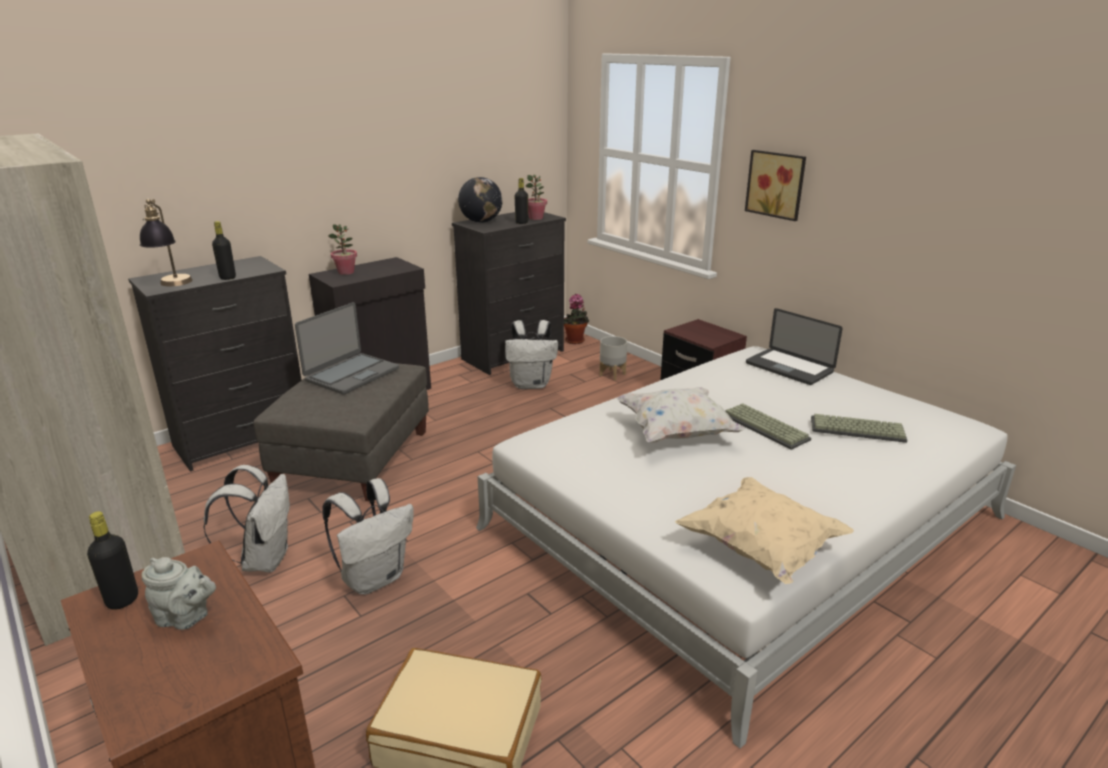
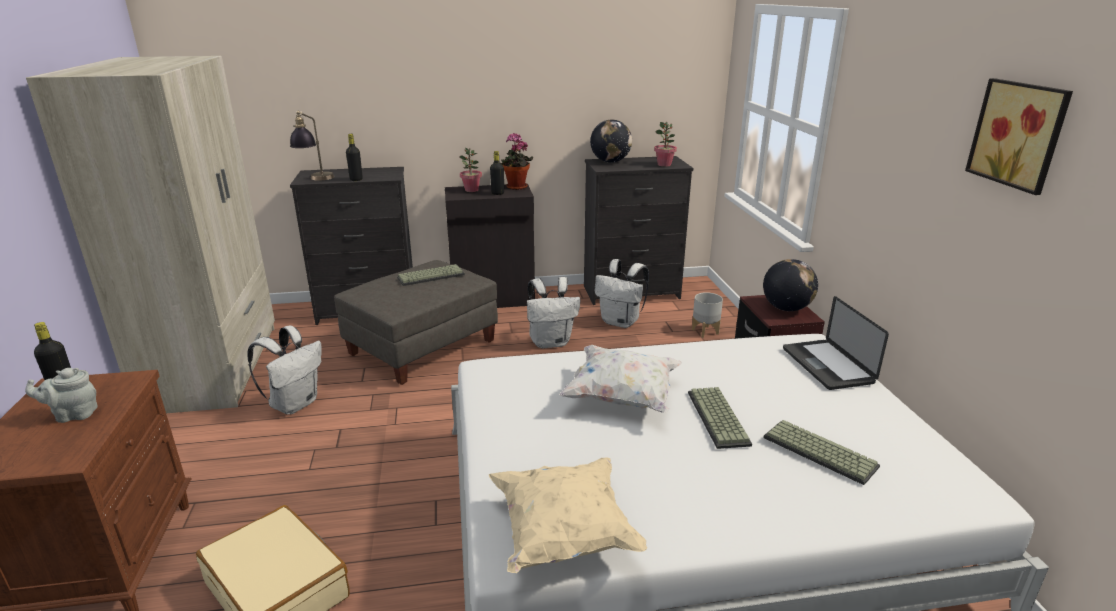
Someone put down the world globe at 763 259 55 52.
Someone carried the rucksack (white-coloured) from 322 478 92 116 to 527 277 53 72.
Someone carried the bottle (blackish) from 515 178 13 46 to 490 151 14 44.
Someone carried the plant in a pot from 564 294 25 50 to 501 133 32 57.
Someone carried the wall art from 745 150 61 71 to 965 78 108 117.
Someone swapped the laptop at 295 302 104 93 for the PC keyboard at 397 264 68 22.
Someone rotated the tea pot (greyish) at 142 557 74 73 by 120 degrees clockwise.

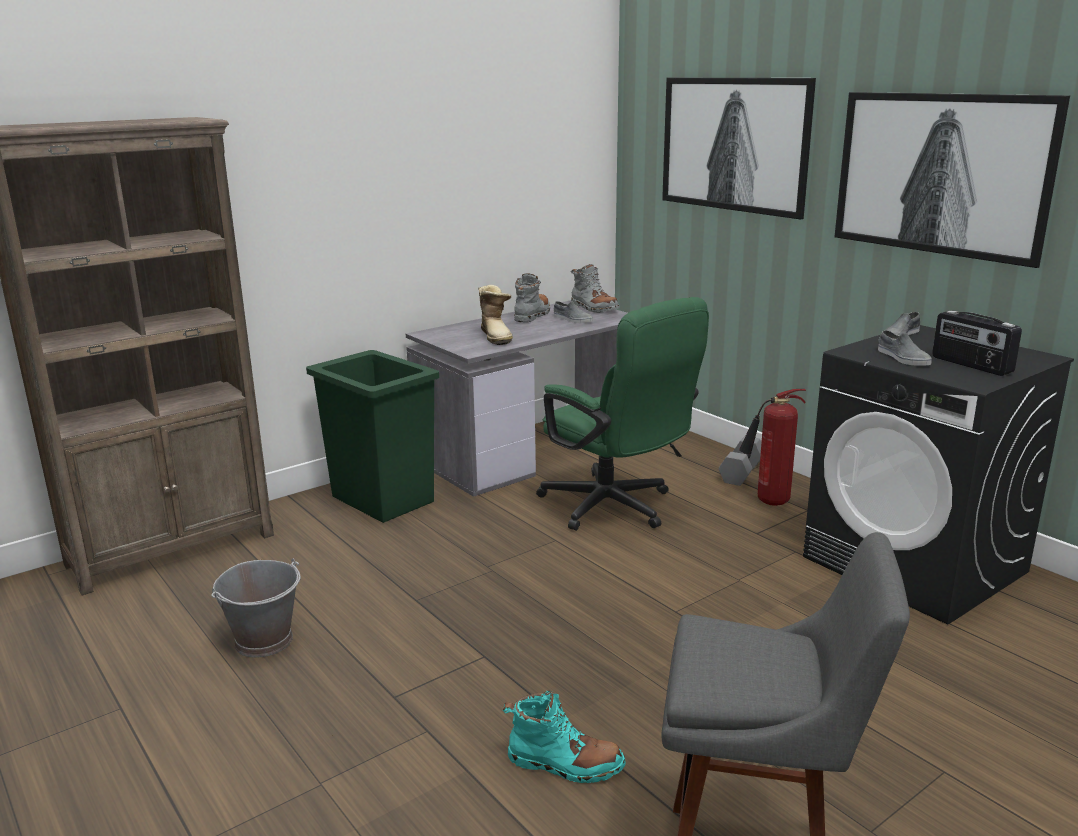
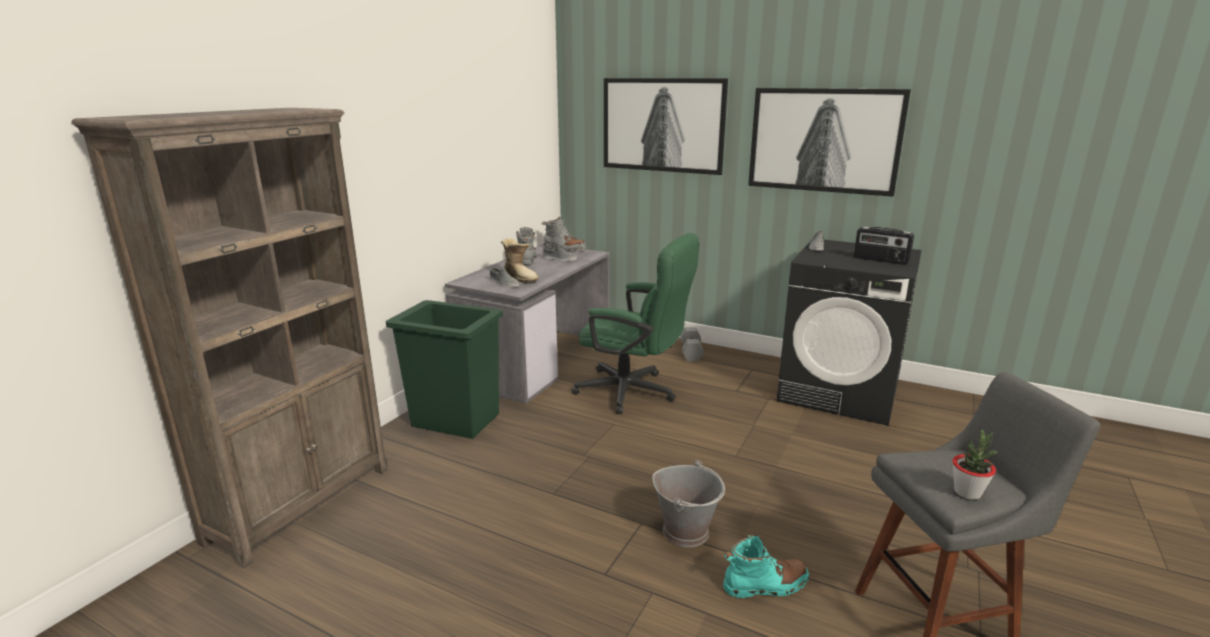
Someone took away the extinguisher at 739 389 67 117.
Someone put down the plant in a pot at 953 430 46 70.
Someone carried the water bucket (greyish) from 211 558 90 100 to 652 460 73 87.
Someone carried the shoe (greyish) from 878 330 54 36 to 489 267 30 21.

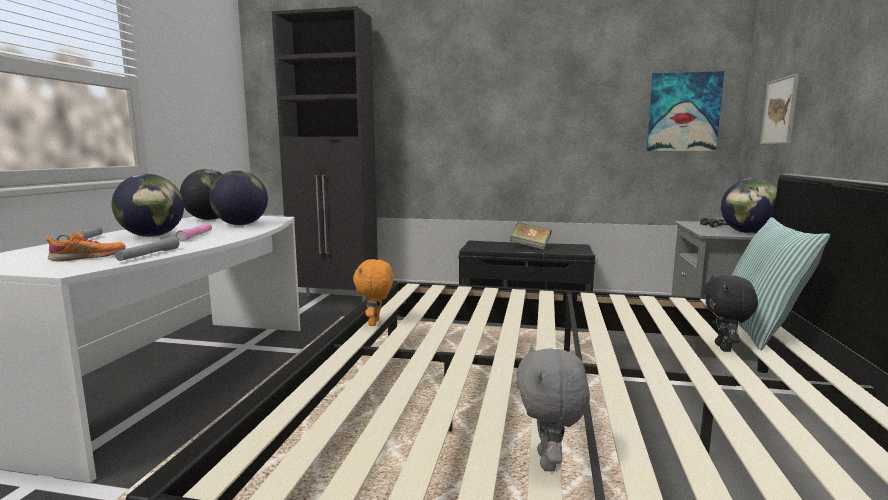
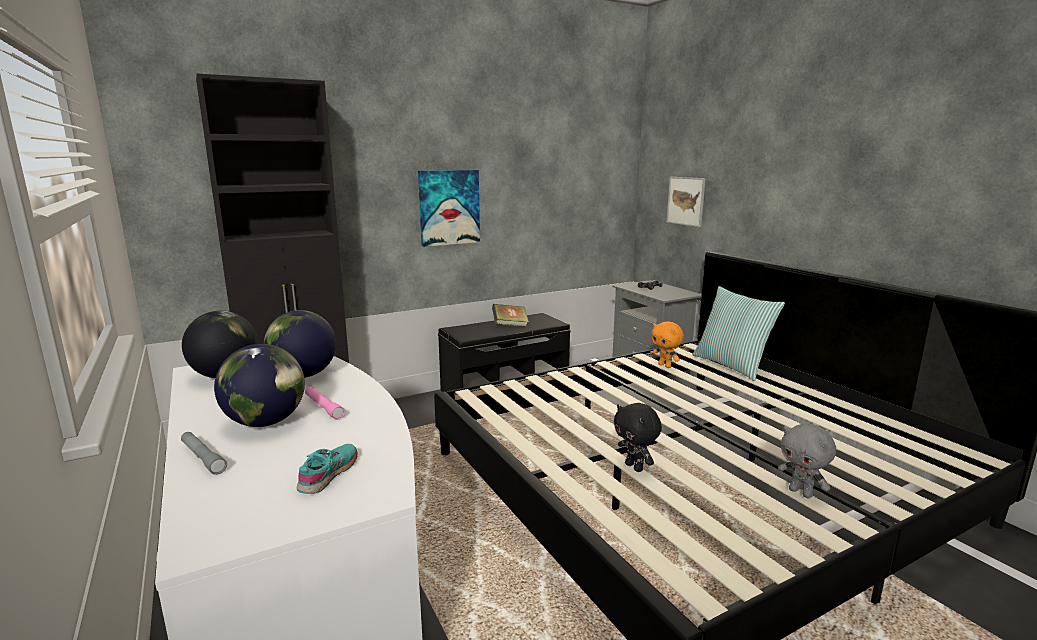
Someone took away the torch (greyish) at 115 237 64 24.
Someone took away the world globe at 721 178 56 56.
Someone carried the cuddly toy (orangey) from 353 259 41 67 to 651 321 33 47.
Someone carried the wall art from 647 71 77 80 to 418 170 62 77.
Someone carried the cuddly toy (blackish) from 703 275 55 77 to 614 403 48 69.
Someone repainted the shoe (orangey) at 46 232 80 30, which became the shoe (blue-green) at 297 444 61 50.

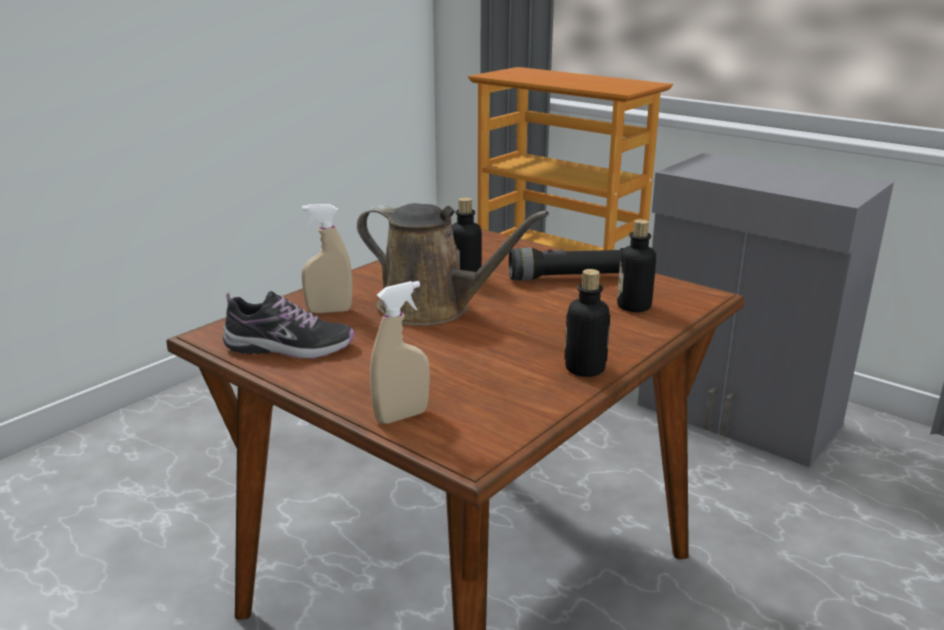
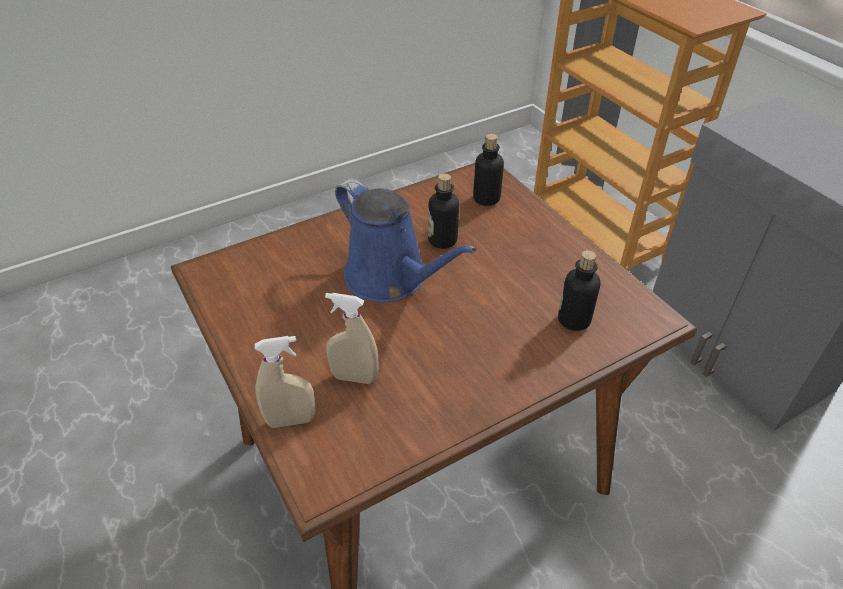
Someone took away the shoe at 223 291 131 68.
Someone took away the torch (blackish) at 509 247 115 34.
Someone carried the spray bottle (beige-coloured) from 301 204 52 109 to 325 293 53 91.
Someone carried the bottle from 564 269 46 108 to 473 134 31 72.
Someone repainted the watering can (brown-coloured) at 357 203 192 123, which became the watering can (blue) at 335 179 141 123.

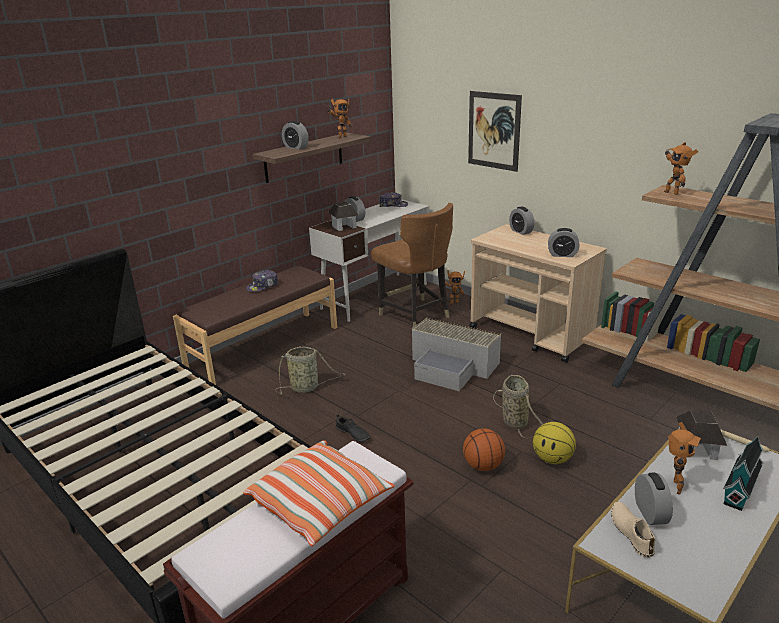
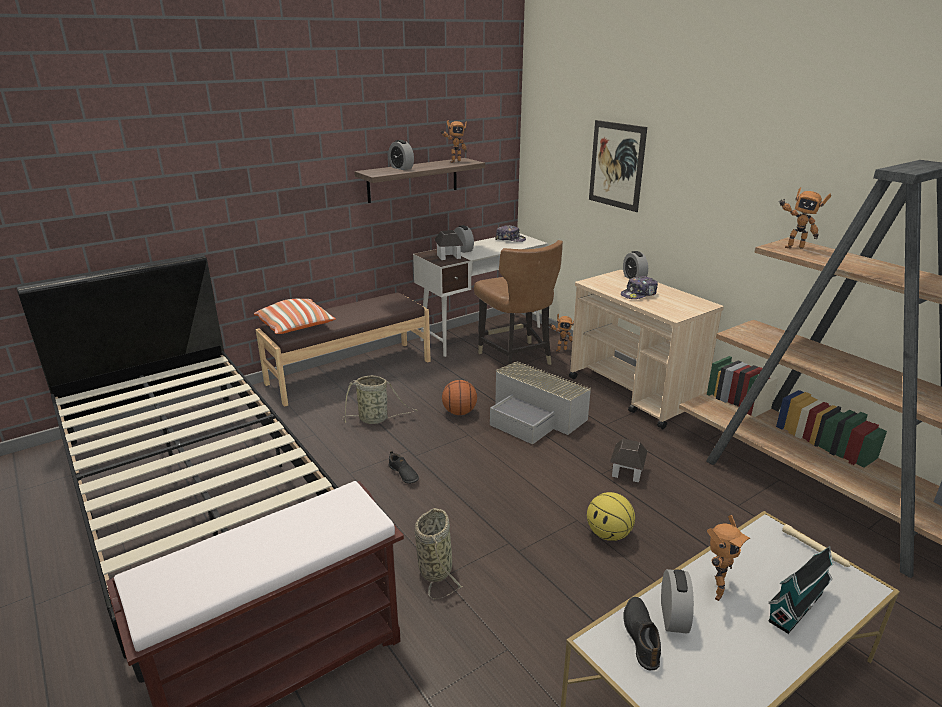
Someone took away the alarm clock at 548 228 31 29.
Someone carried the cushion from 243 440 152 106 to 254 299 82 35.
Someone carried the cap from 246 270 32 22 to 621 276 37 23.
Someone carried the ball for basketball from 463 428 42 43 to 442 380 35 35.
Someone carried the storage basket from 493 375 50 64 to 415 508 48 92.
Someone carried the miniature house from 676 410 51 50 to 610 439 37 43.
Someone repainted the shoe (beige-coloured) at 611 502 44 56, which became the shoe (blackish) at 623 597 38 73.
Someone rotated the toy robot at 664 142 34 53 by 60 degrees counterclockwise.

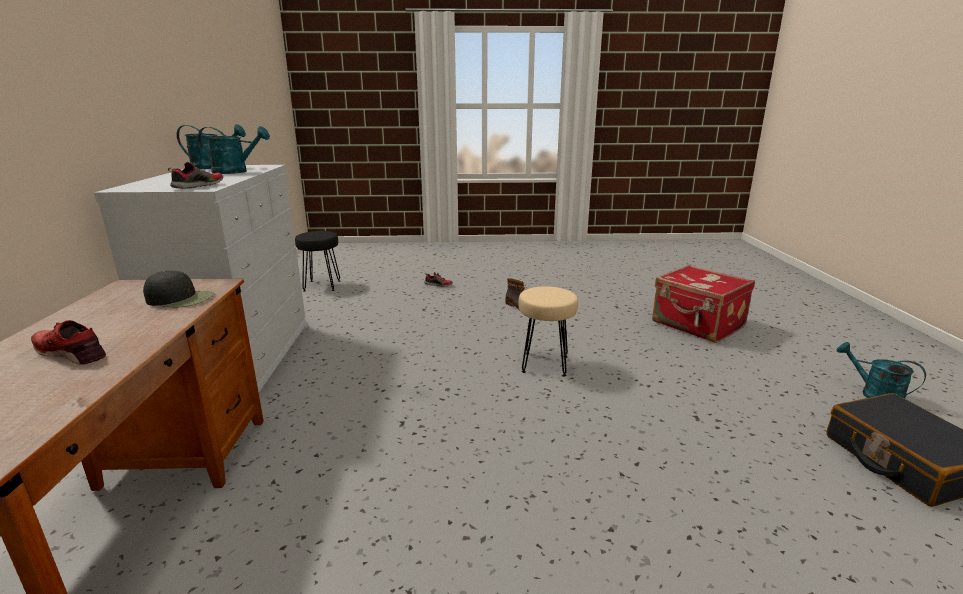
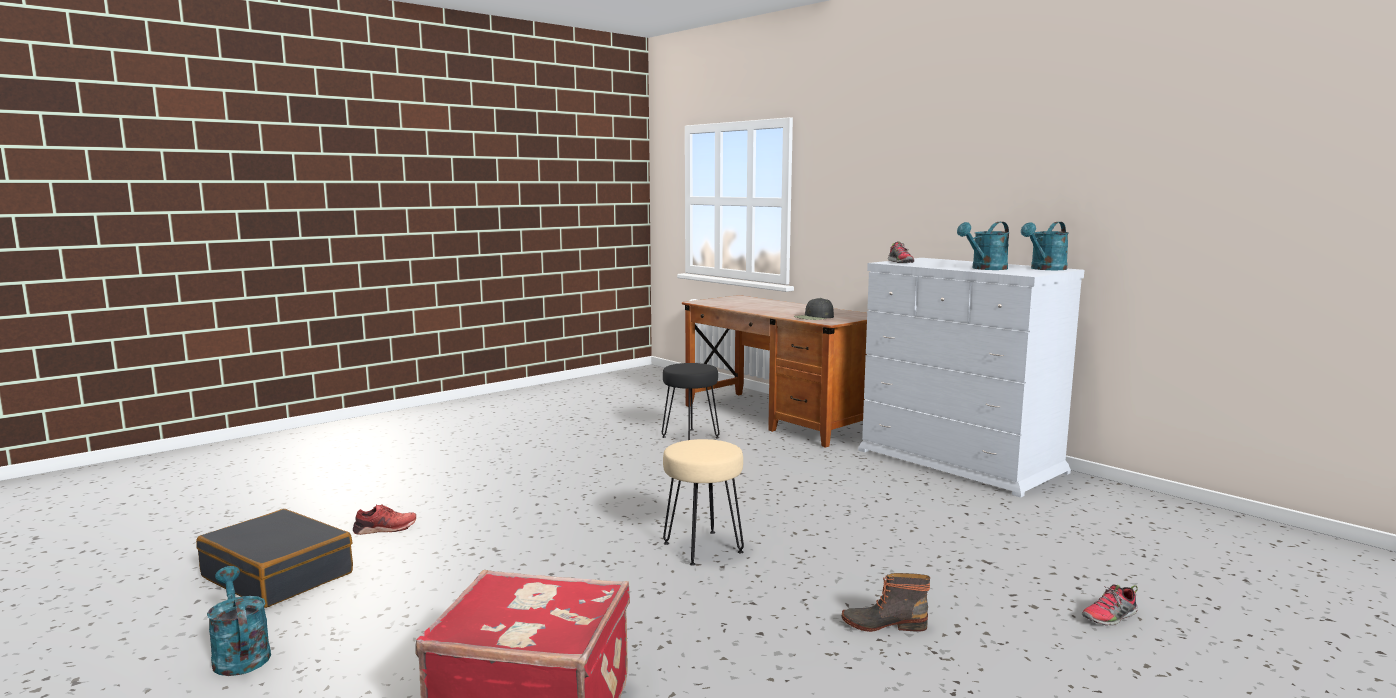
Someone carried the shoe (reddish) from 31 320 75 45 to 353 505 63 30.
Someone carried the stool (blackish) from 295 231 45 60 to 662 363 58 77.
Someone rotated the watering can (blue-green) at 837 342 89 57 by 135 degrees counterclockwise.

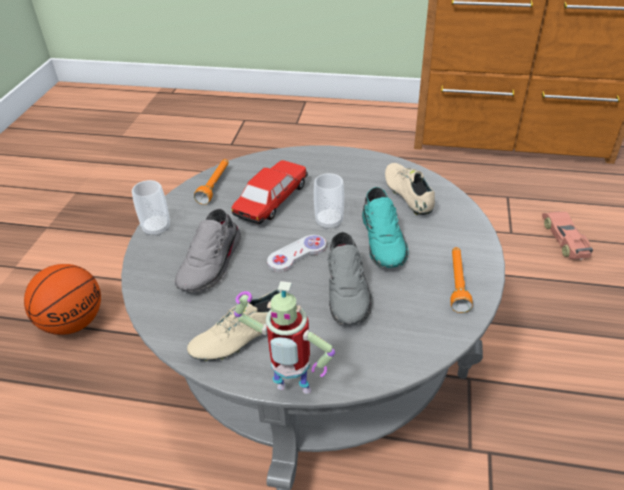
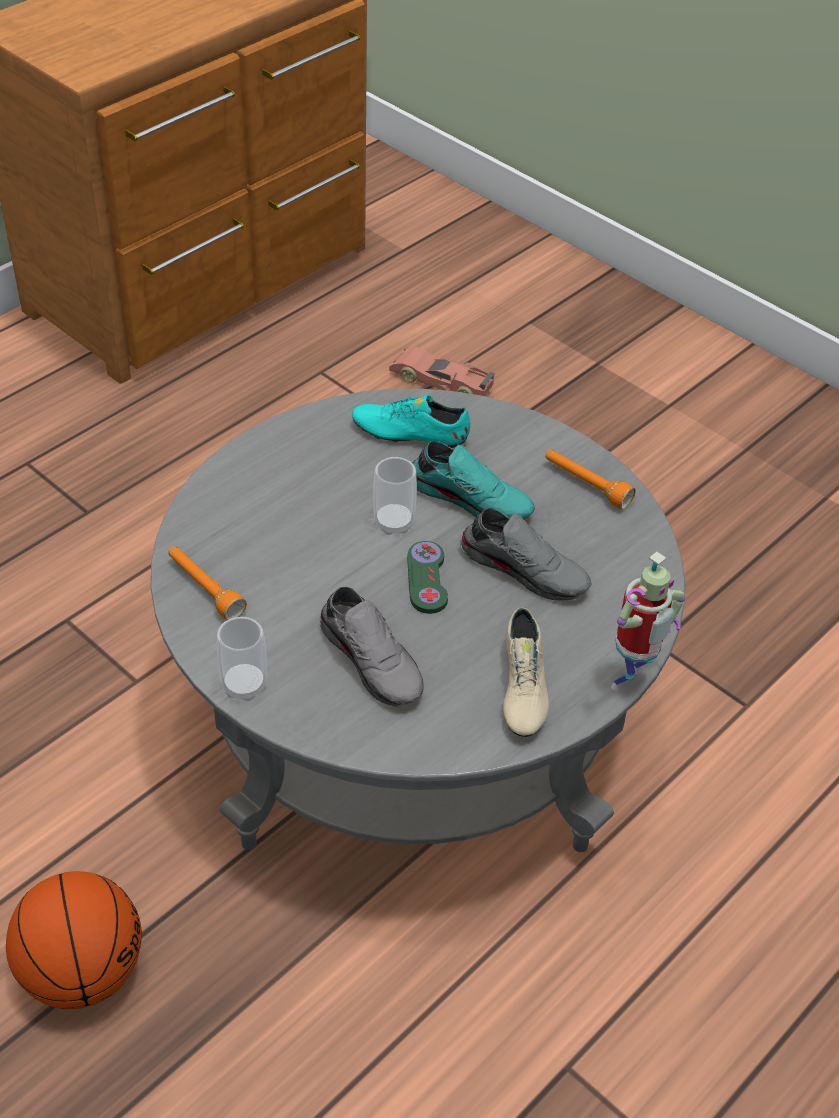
Someone took away the miniature car at 231 160 77 64.
Someone repainted the game controller (white-coloured) at 267 235 59 37, which became the game controller (green) at 407 541 41 73.
Someone repainted the shoe (beige-coloured) at 385 163 50 52, which became the shoe (blue-green) at 352 395 118 54.

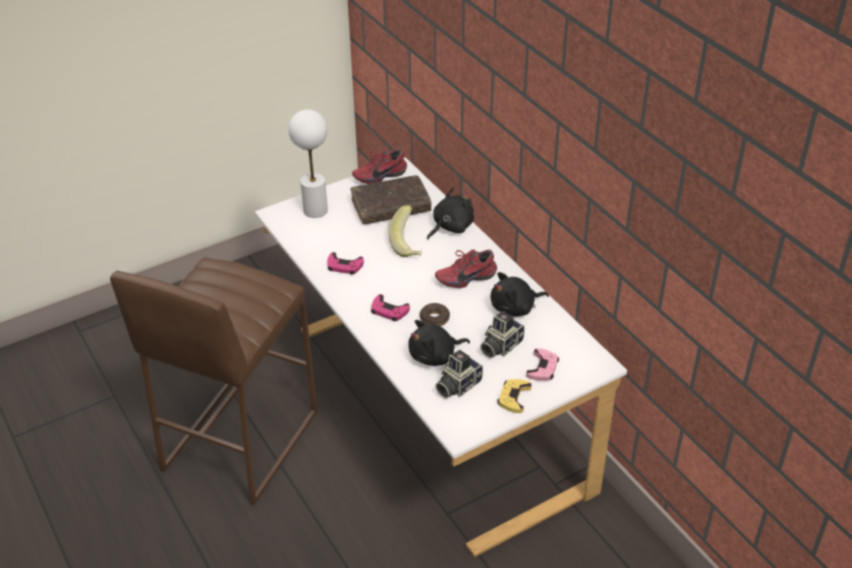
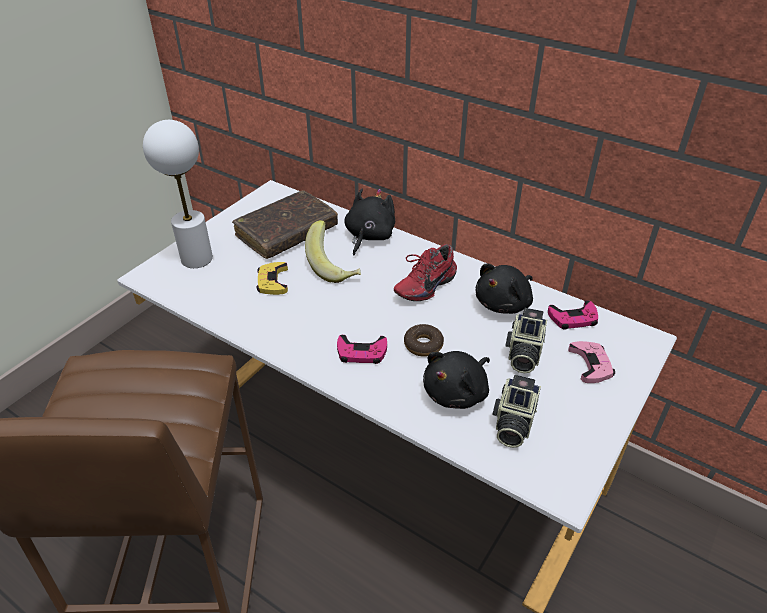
Someone took away the shoe (reddish) at 352 149 55 35.
Someone carried the game controller (pink-coloured) from 327 252 37 23 to 548 300 50 30.
Someone carried the game controller (yellow-coloured) from 497 379 35 34 to 256 262 32 33.

